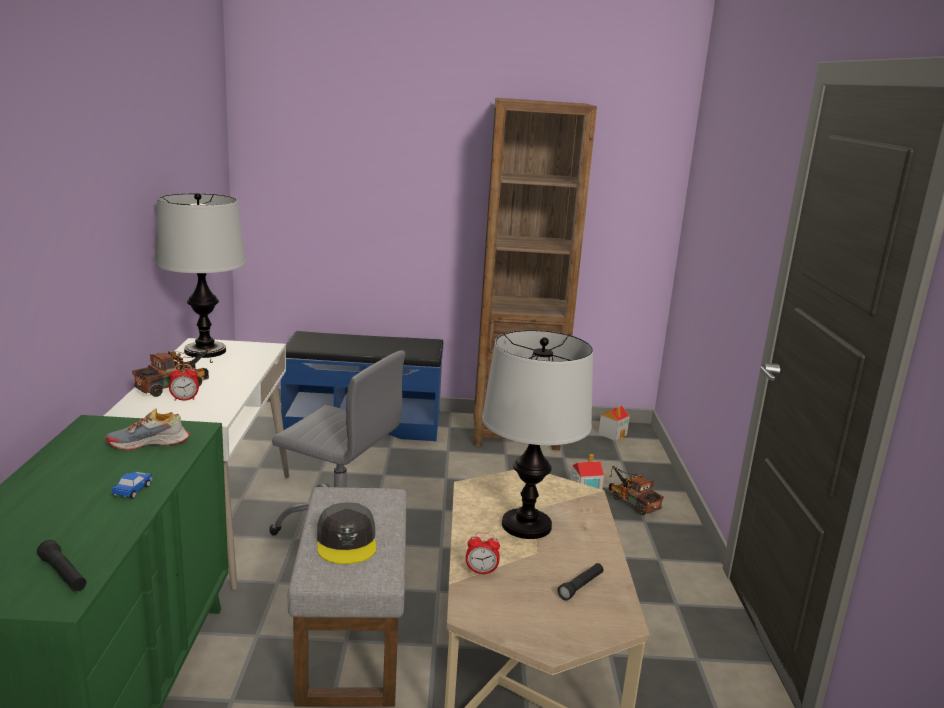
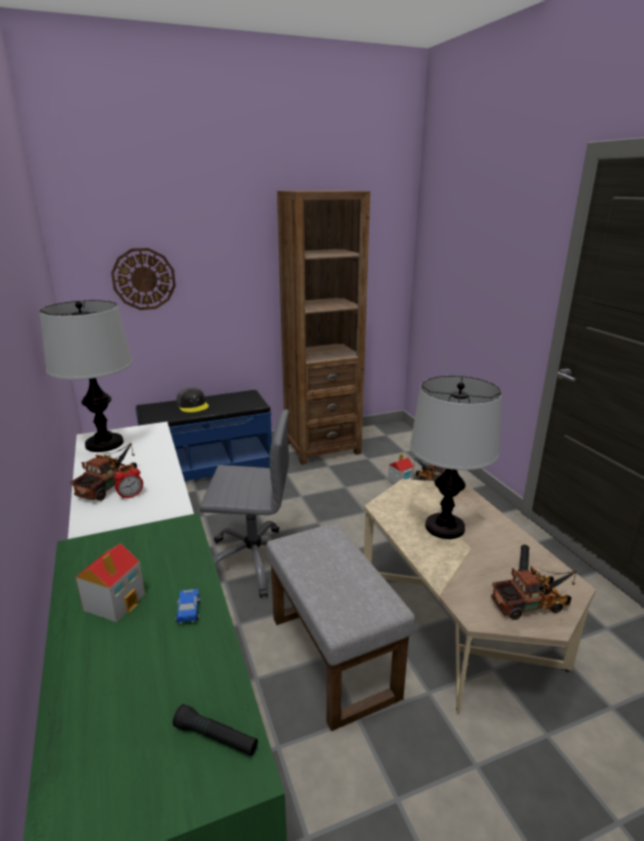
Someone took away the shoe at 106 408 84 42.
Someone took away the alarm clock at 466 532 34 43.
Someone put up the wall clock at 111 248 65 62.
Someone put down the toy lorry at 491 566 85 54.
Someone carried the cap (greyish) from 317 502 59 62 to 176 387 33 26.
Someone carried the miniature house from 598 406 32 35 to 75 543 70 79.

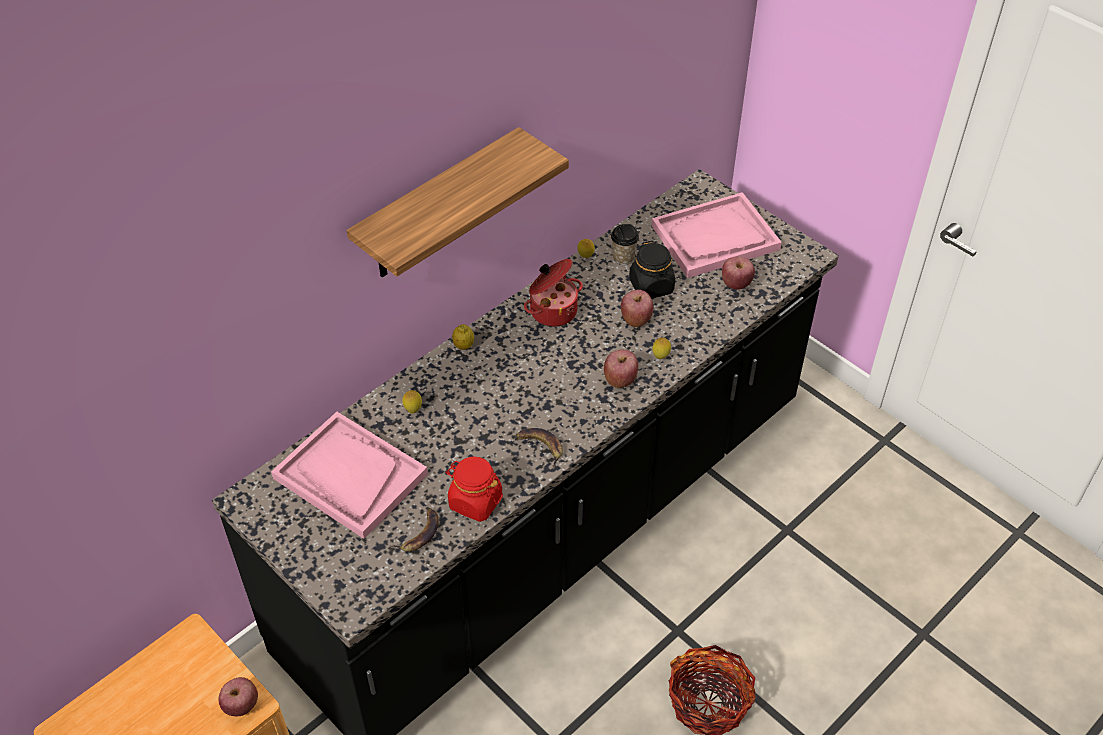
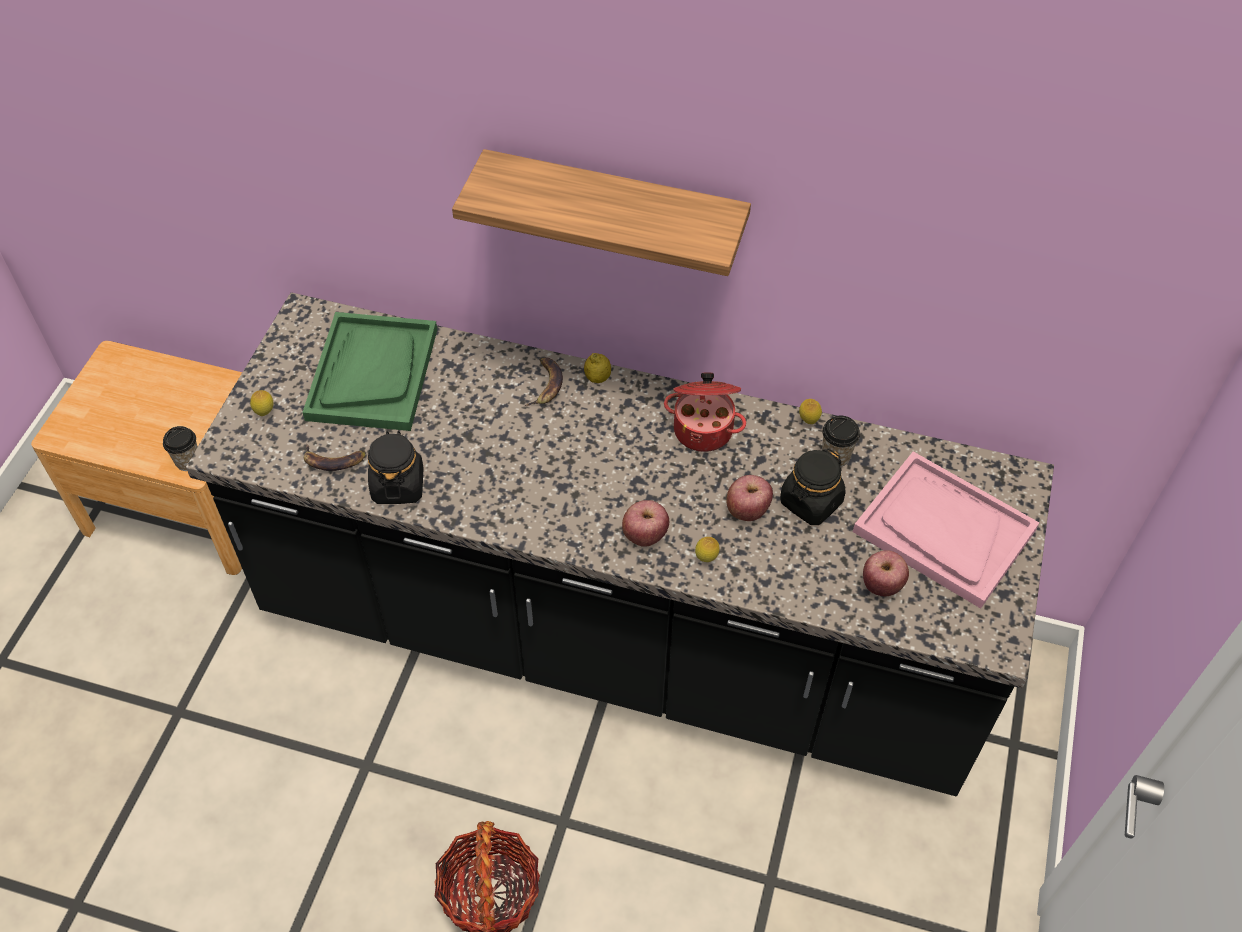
Someone carried the whole lemon from 402 390 20 24 to 250 390 23 26.
Someone carried the whole banana from 514 428 49 41 to 524 357 39 49.
Someone swapped the apple fruit at 219 677 39 39 for the cup at 163 426 35 45.
Someone repainted the tray (pink-coloured) at 271 412 157 127, which became the tray (green) at 302 312 135 119.
Someone repainted the preserve jar (reddish) at 446 456 57 66, which became the preserve jar (blackish) at 368 431 56 73.

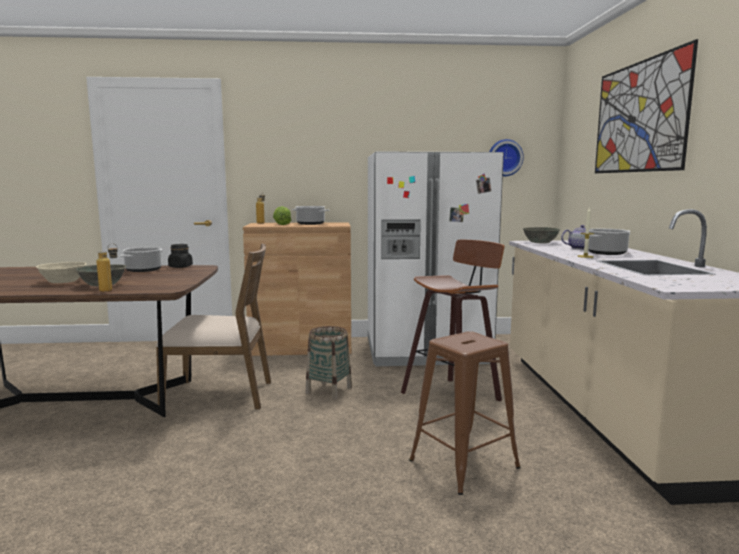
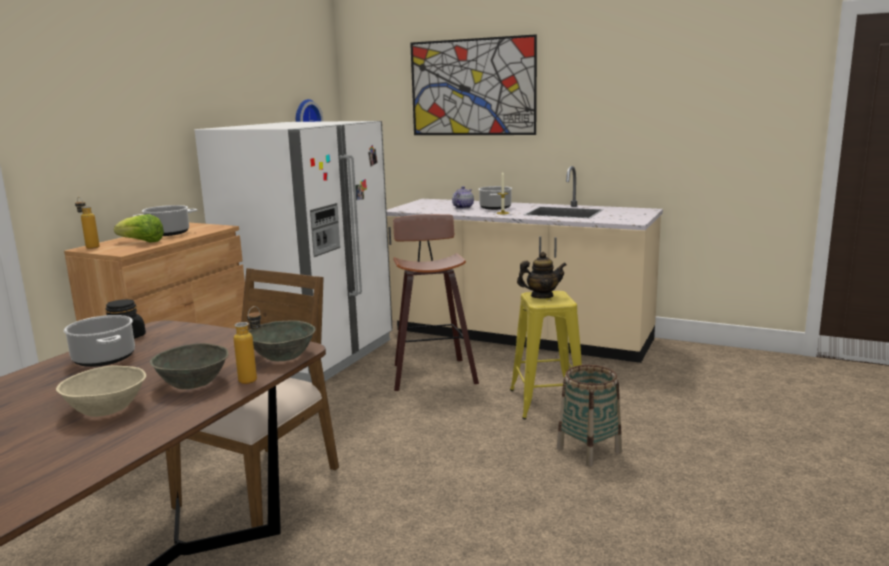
Someone put down the tea pot at 517 252 50 47.
Someone carried the storage basket from 306 326 46 74 to 557 365 65 101.
Someone carried the deep dish (greyish) from 522 227 39 17 to 248 320 68 41.
Someone repainted the stool (brown-coloured) at 409 331 112 164, which became the stool (yellow-coloured) at 510 291 72 128.

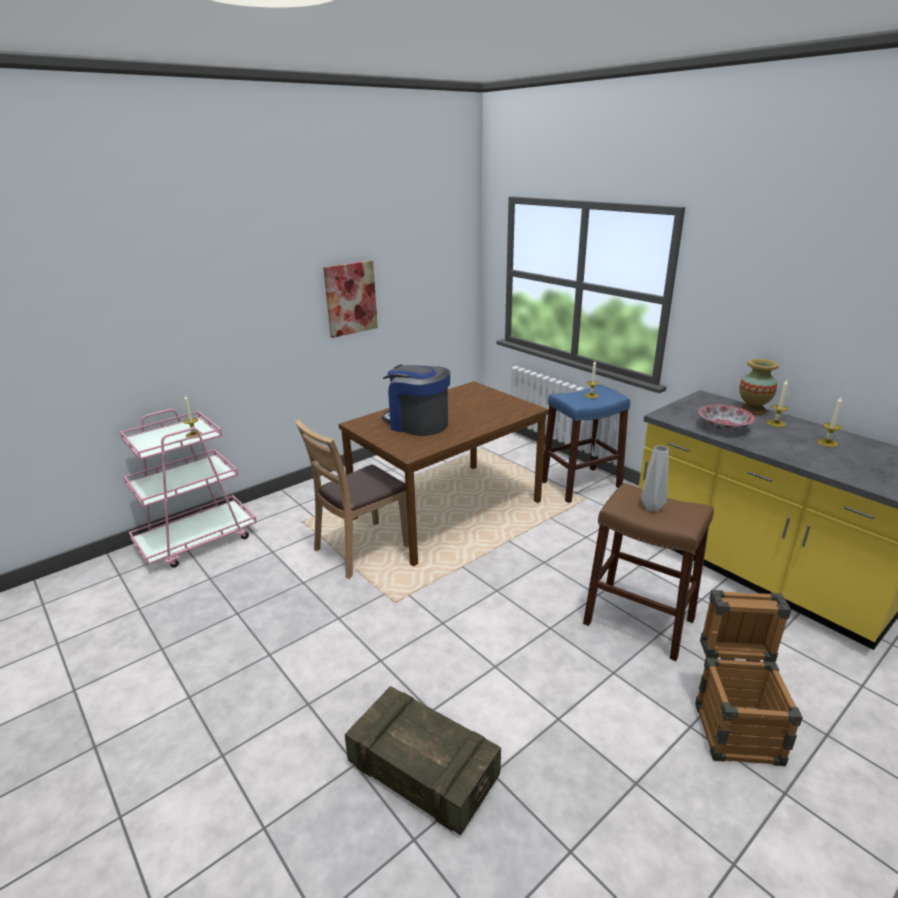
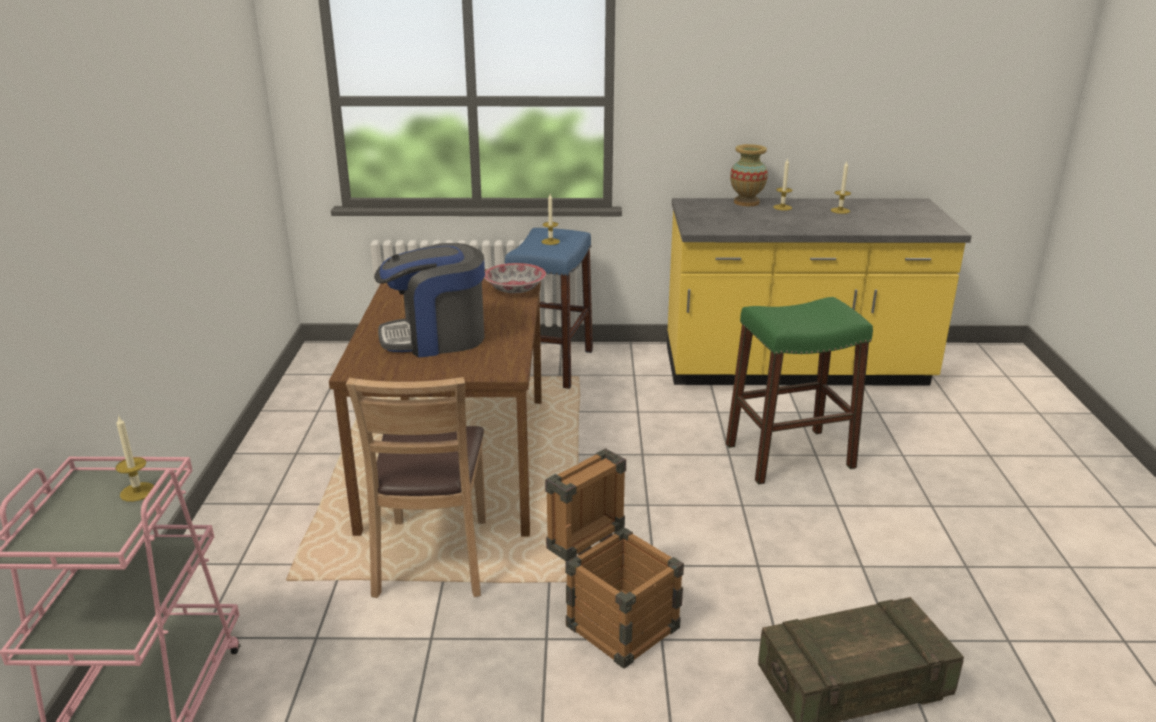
Someone took away the wall art at 323 261 55 77.
Someone took away the vase (greyish) at 641 445 28 66.
Someone carried the packing crate from 695 590 108 176 to 545 448 139 221.
Someone carried the deep dish from 699 405 56 26 to 484 263 62 30.
Someone repainted the stool (brown-coloured) at 583 483 131 178, which became the stool (green) at 726 297 147 187.

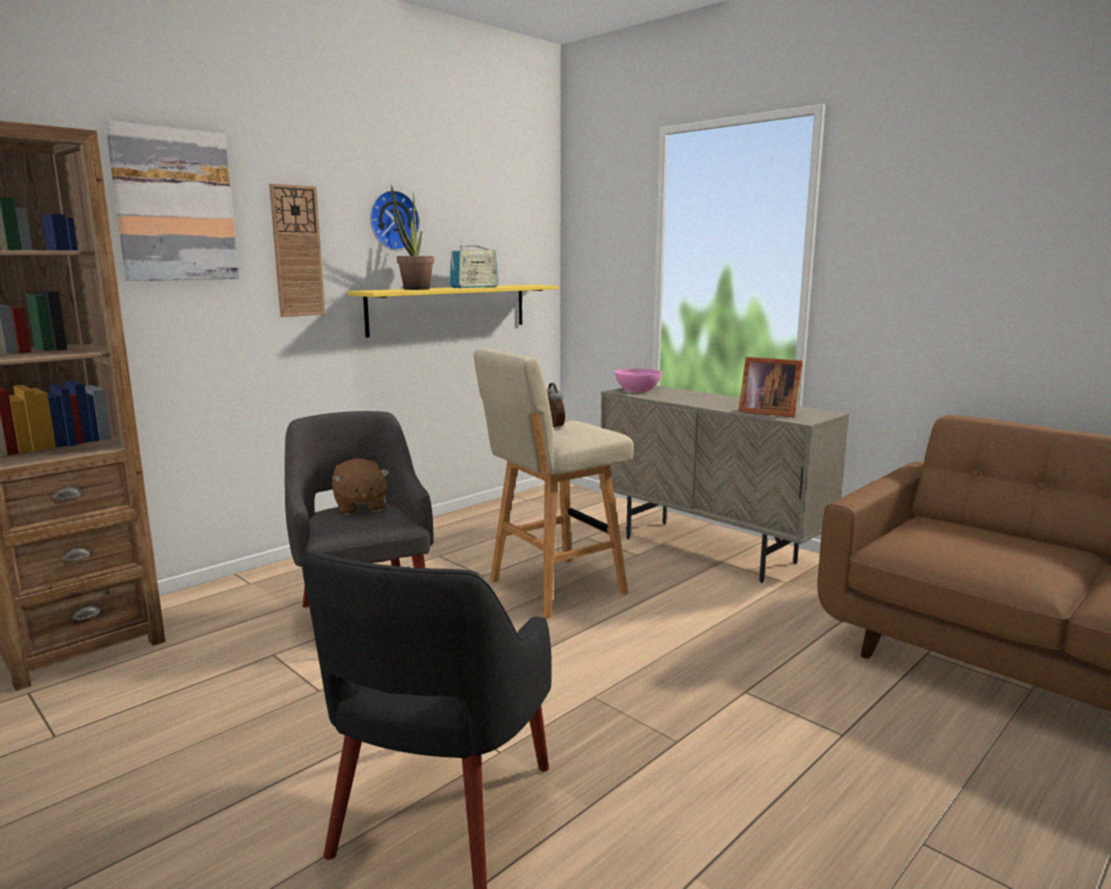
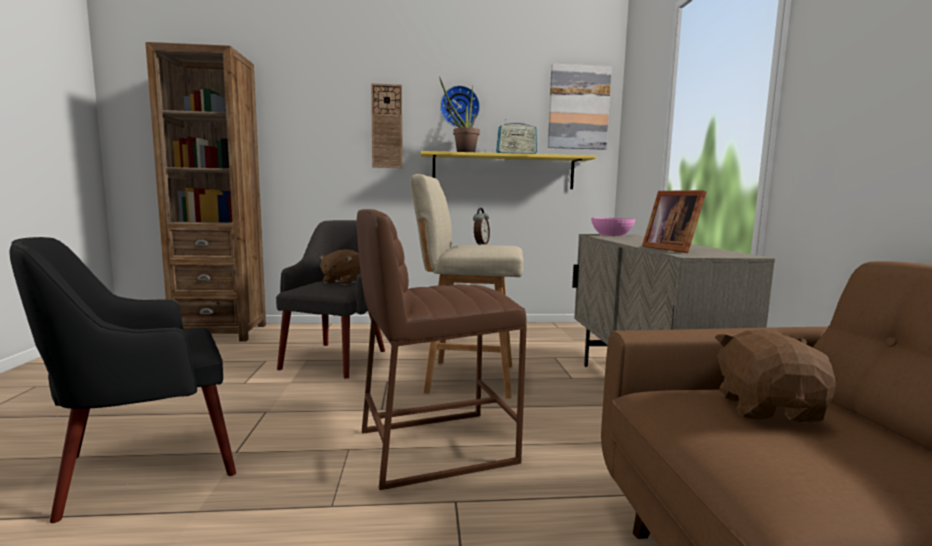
Someone put down the stool (brown-coloured) at 357 209 170 281.
Someone put down the cuddly toy (brown-coloured) at 715 329 121 94.
Someone carried the wall art from 105 121 134 160 to 548 64 64 86.

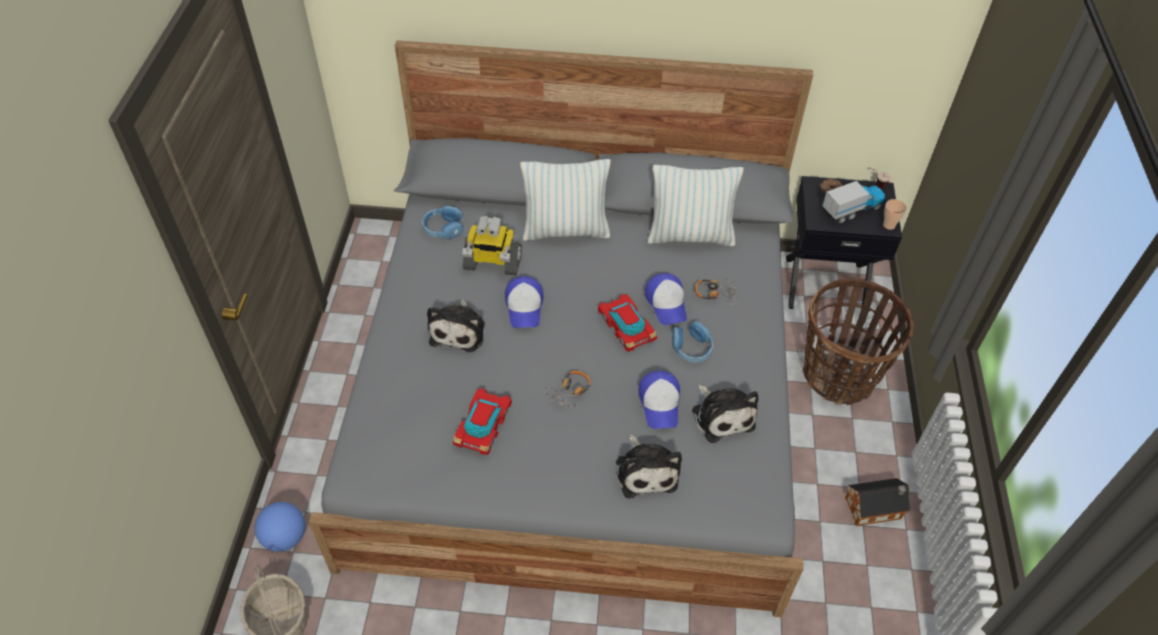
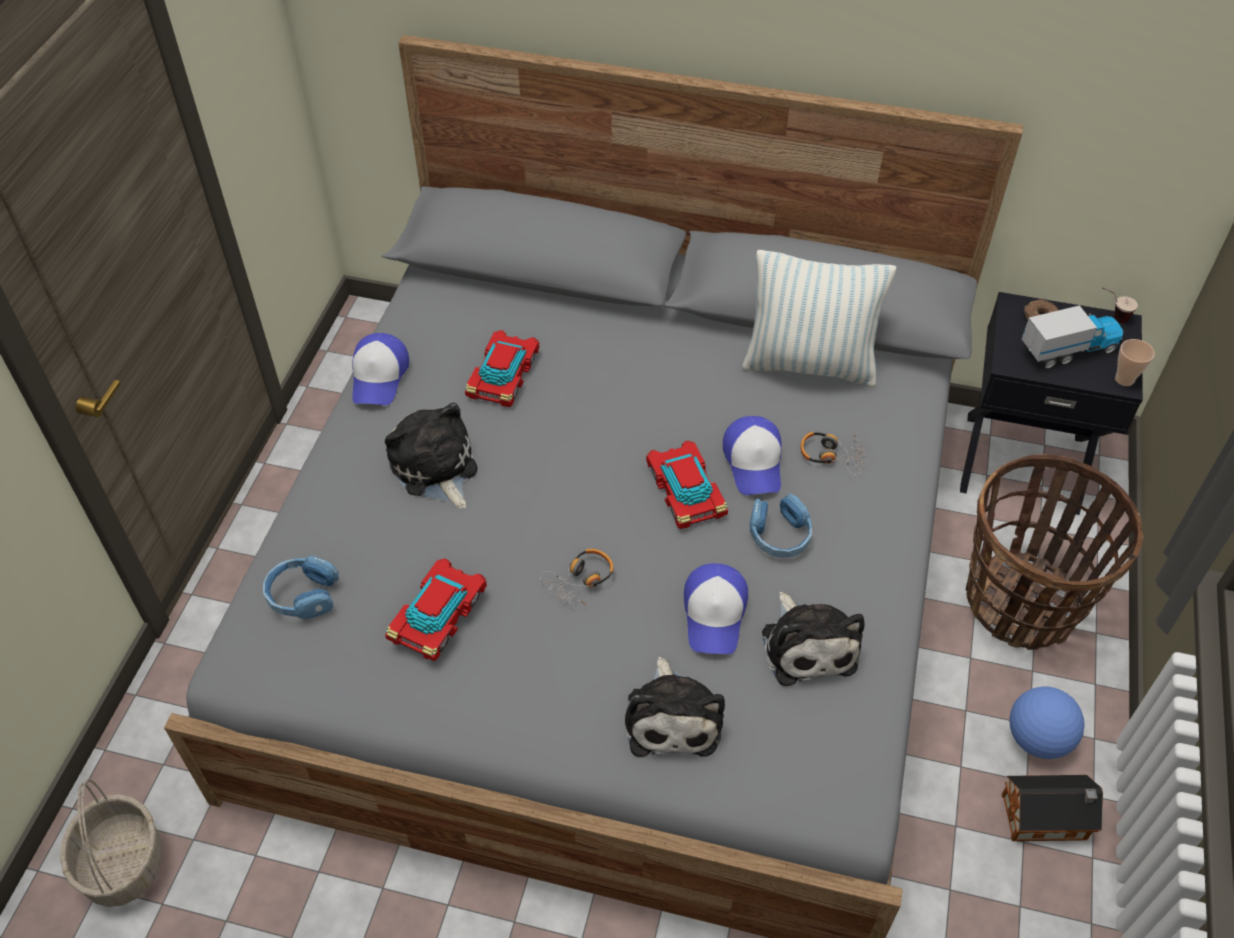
Someone took away the cushion at 520 159 91 82.
Someone carried the football ball from 255 502 50 50 to 1009 686 76 73.
Someone carried the pair of headphones (blue) from 422 206 41 33 to 263 556 76 63.
Someone carried the cap from 505 276 39 52 to 352 333 57 72.
Someone swapped the toy robot at 463 216 59 60 for the miniature car at 465 330 75 77.
Someone rotated the cuddly toy at 427 300 58 52 by 135 degrees clockwise.

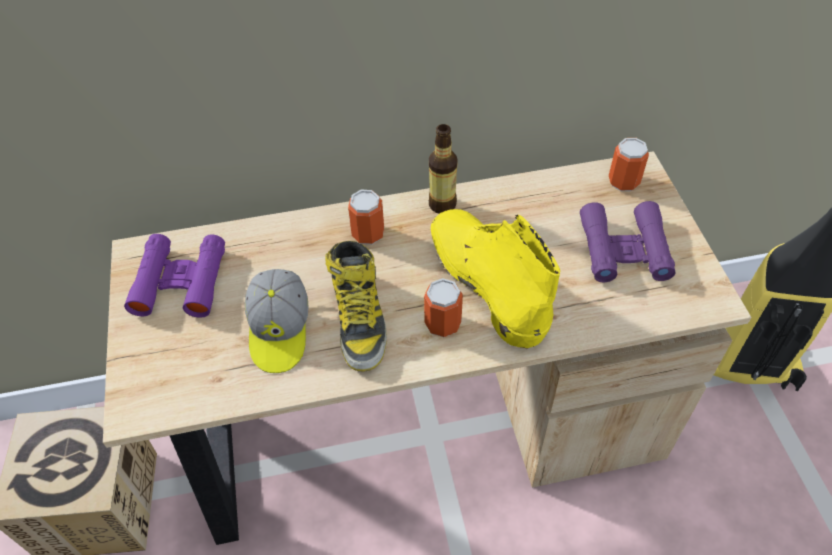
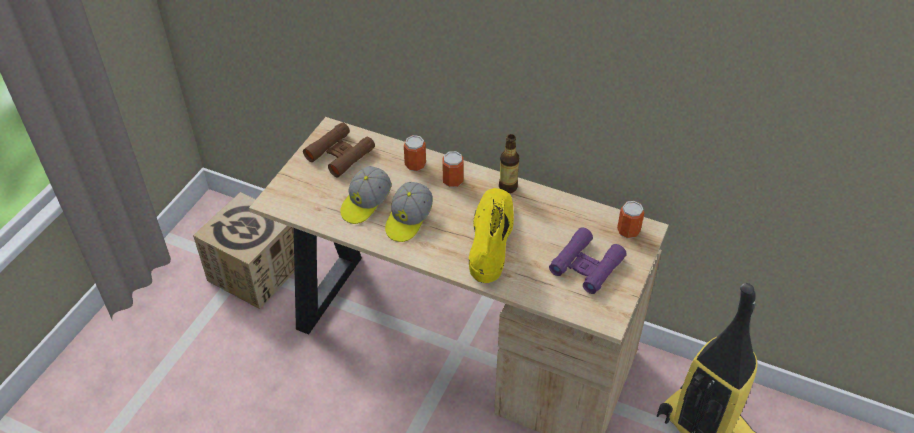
Someone carried the sealed can from 424 278 39 59 to 404 135 22 36.
Someone swapped the high-top boot at 326 241 61 130 for the cap at 385 182 48 60.
Someone repainted the pair of binoculars (purple-coloured) at 124 234 101 84, which became the pair of binoculars (brown-coloured) at 303 122 72 55.

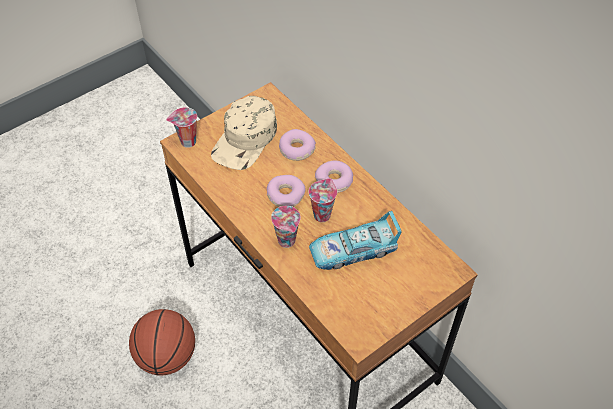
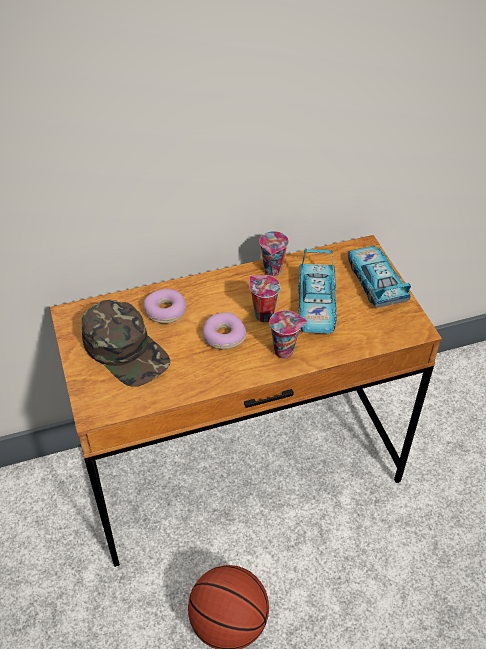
Someone took away the ring doughnut at 315 161 38 32.
Someone put down the miniature car at 348 246 63 62.
Someone carried the cup from 166 107 31 41 to 259 231 30 45.
Someone repainted the cap (beige-coloured) at 211 96 66 74, which became the cap (green) at 81 300 89 87.

